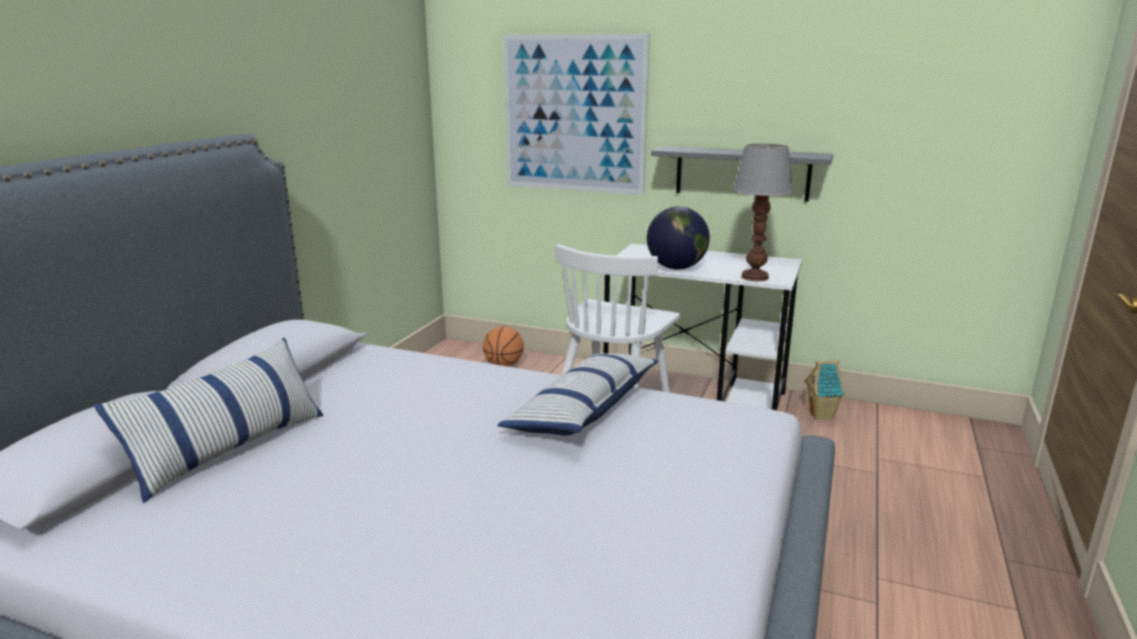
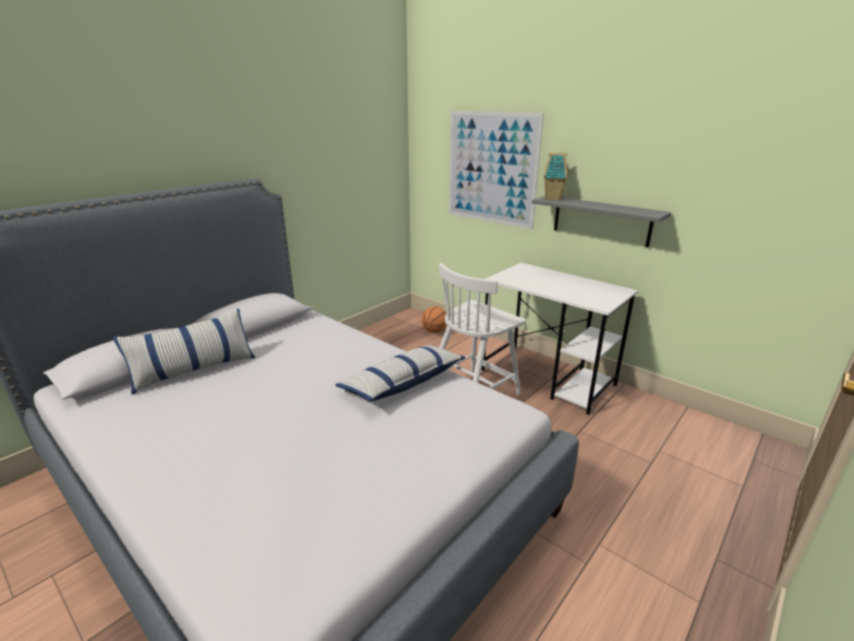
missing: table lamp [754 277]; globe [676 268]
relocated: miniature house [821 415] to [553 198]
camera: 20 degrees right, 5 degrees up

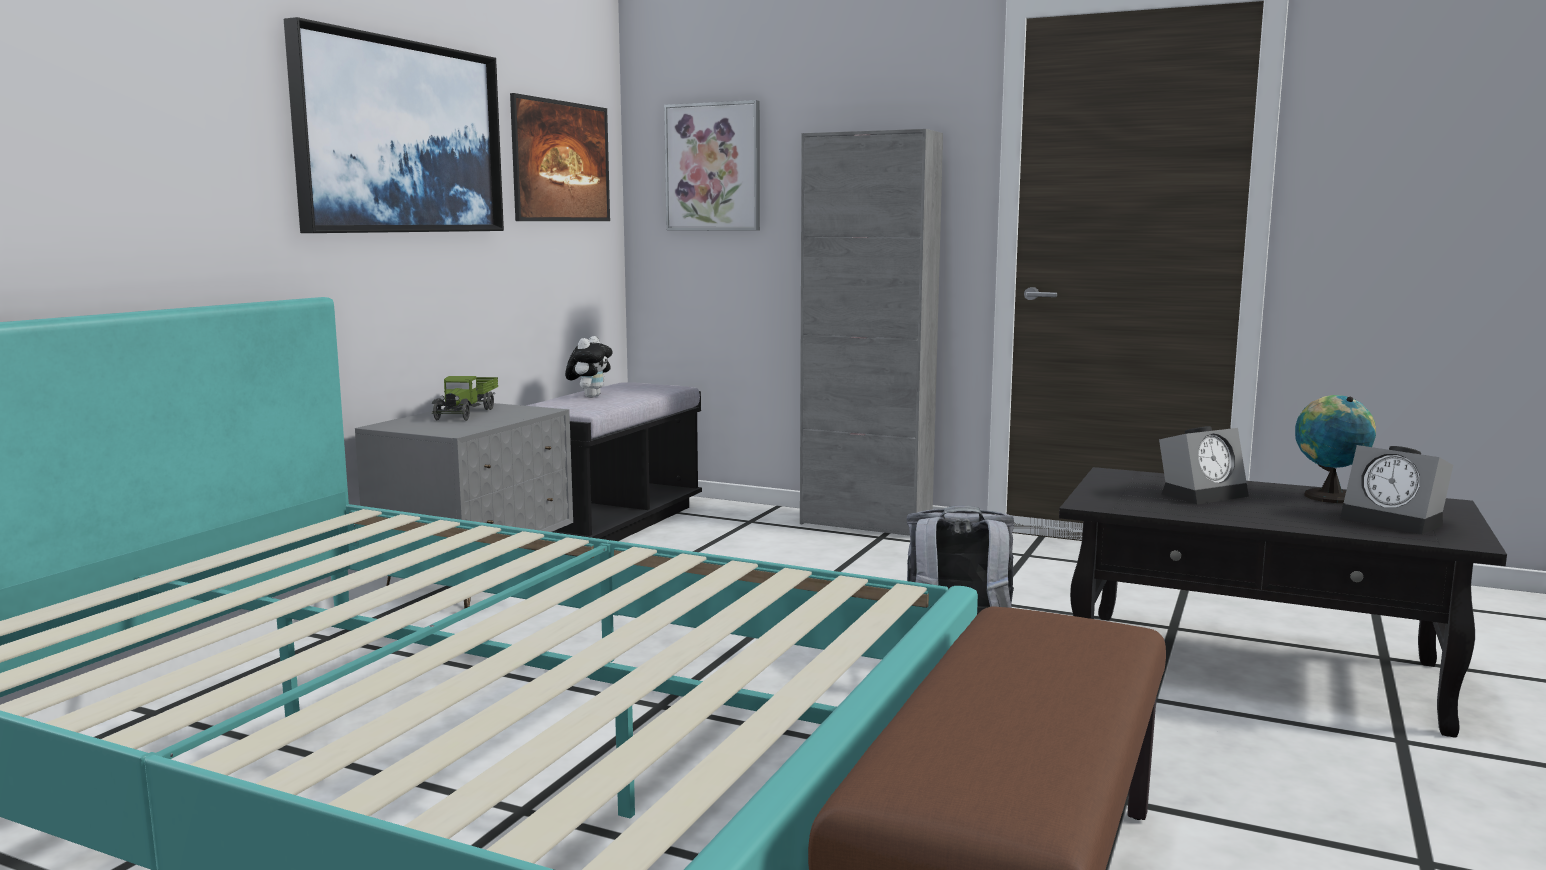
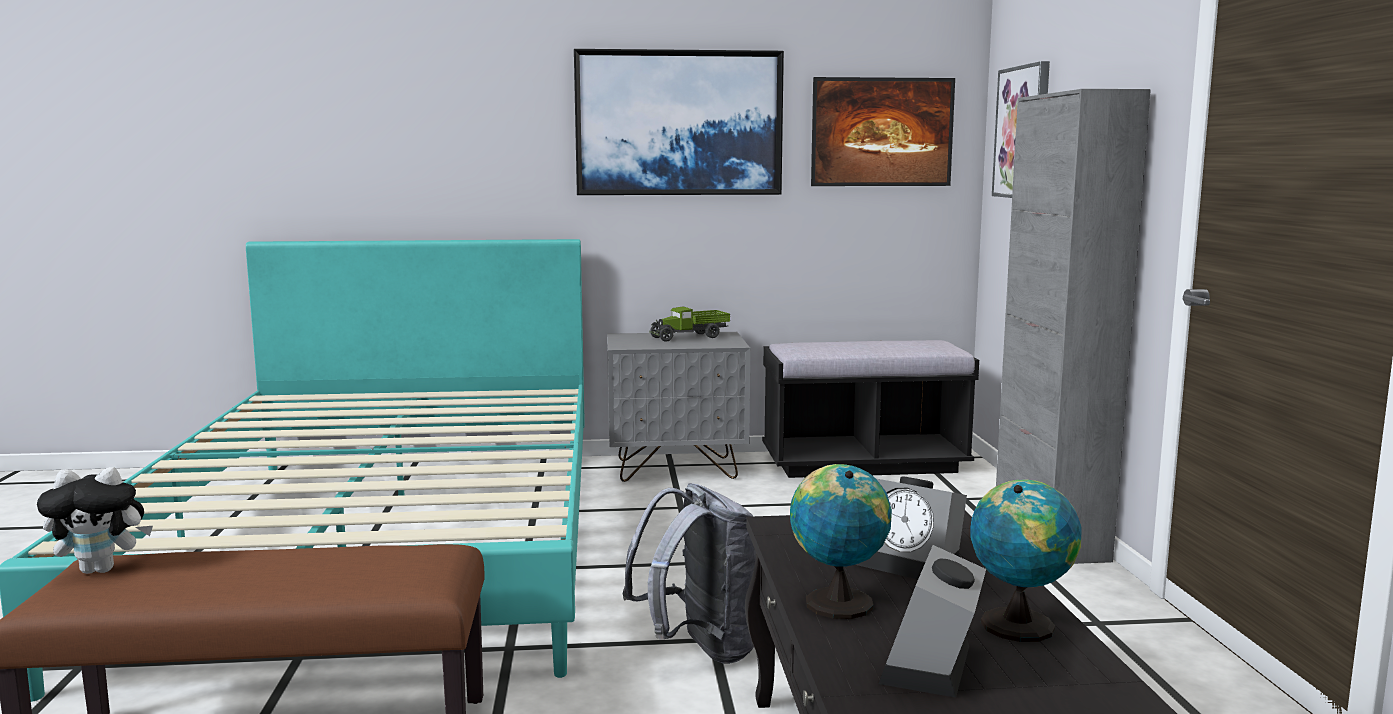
appeared: globe [836 602]
relocated: soft toy [590 396] to [102 569]
camera: 60 degrees right, 0 degrees up

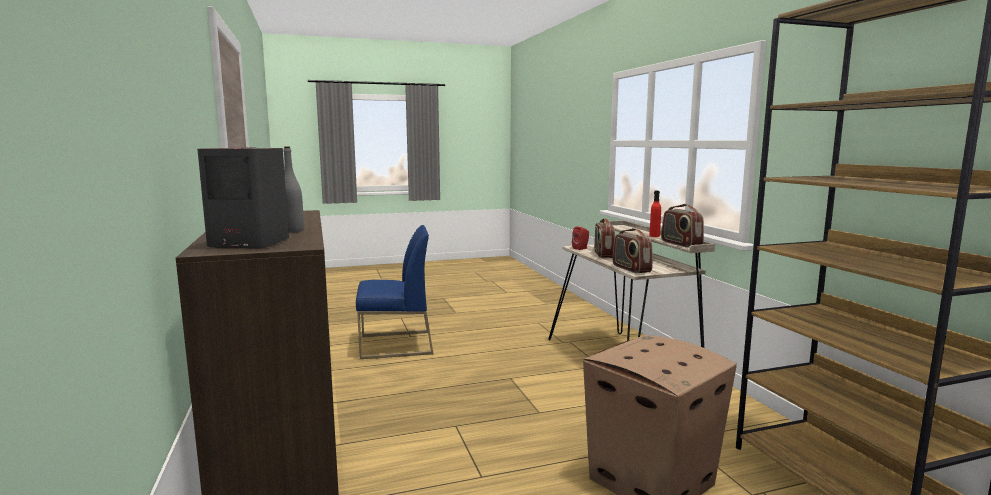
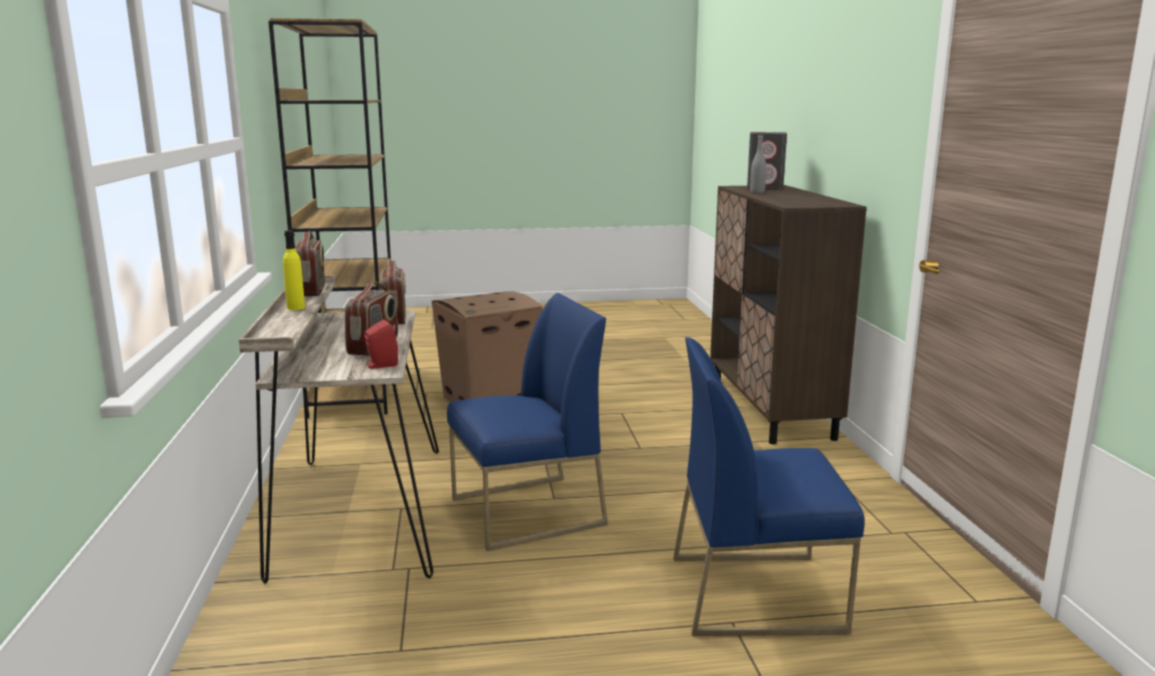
appeared: blue upright chair [526 512]
colour: red drink bottle [654 236] to yellow drink bottle [296 307]
camera: 170 degrees left, 5 degrees up

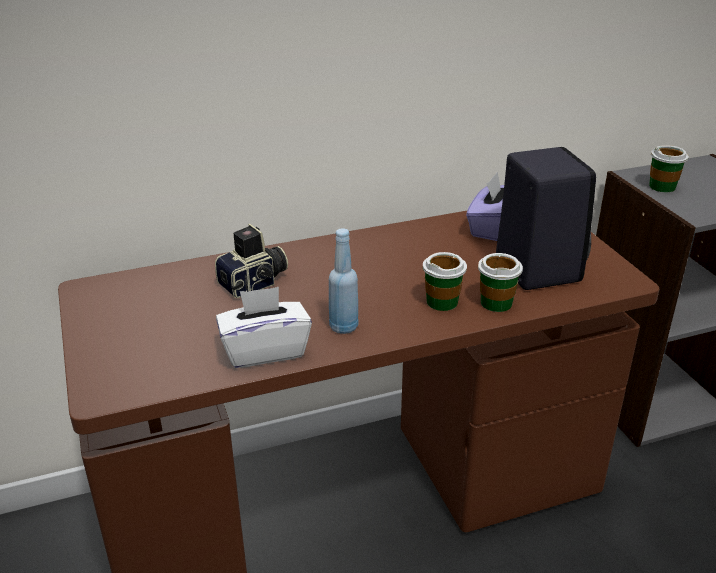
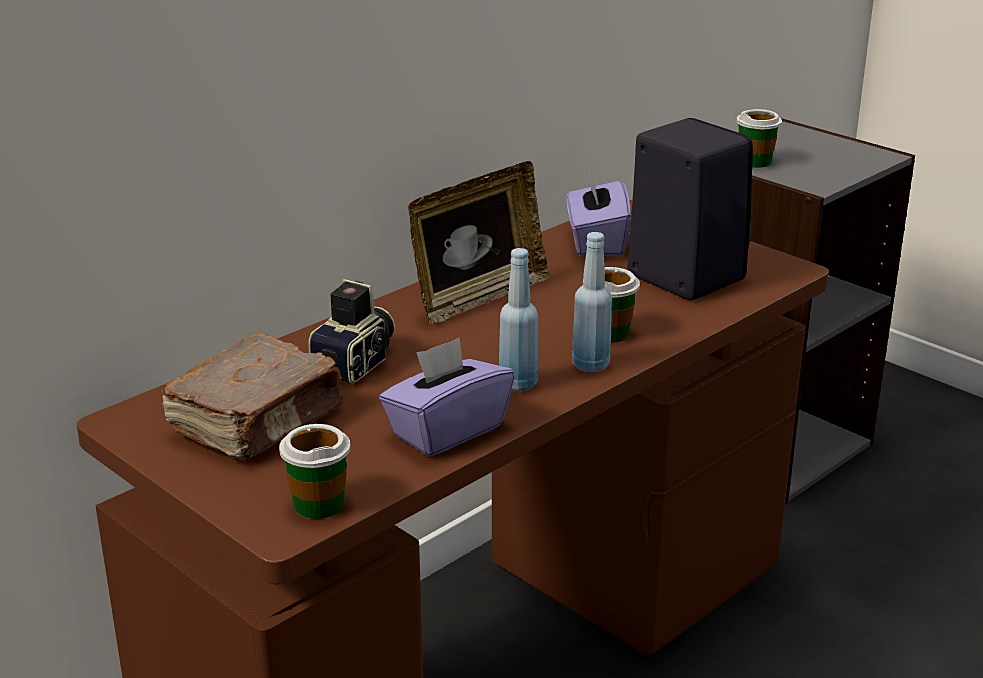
appeared: standing frame [478 298]; blue drink bottle [590 365]; brown-coloured volume [259 421]
relocated: drinking cup [496 303] to [318 504]
colour: white-coloured tissue box [265 350] to purple-coloured tissue box [446 430]
camera: 25 degrees left, 5 degrees down

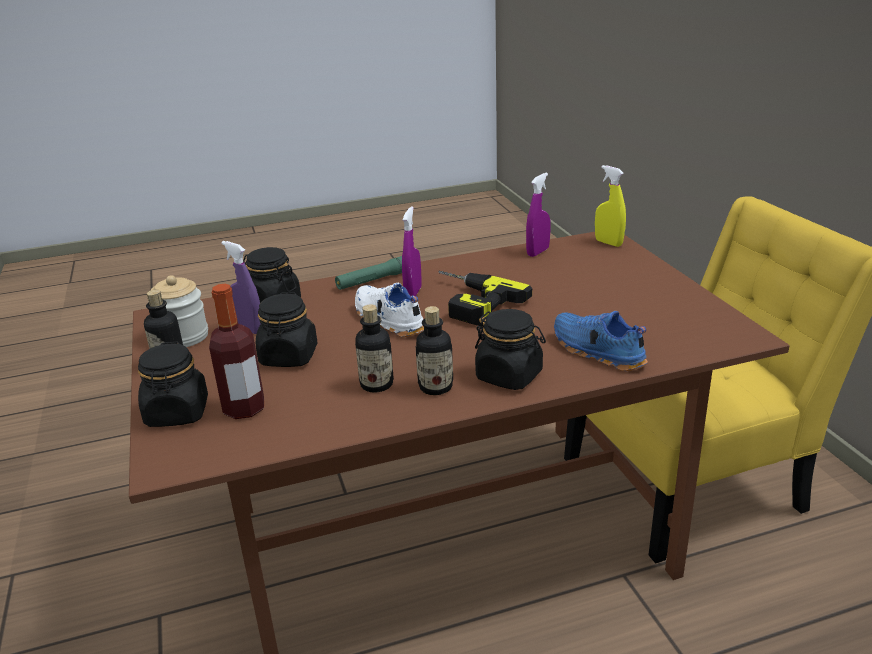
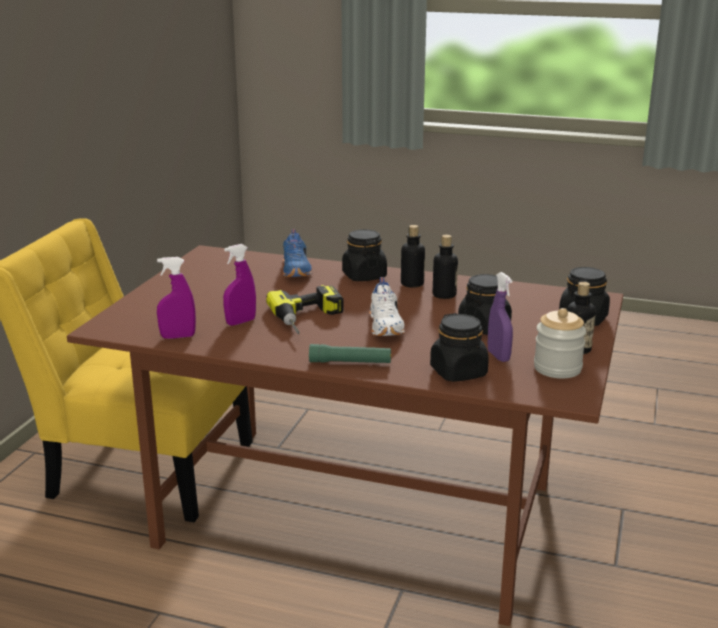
missing: yellow spray bottle [608 243]; drink bottle [244 409]
relocated: purple-coloured spray bottle [413 293] to [240 322]
camera: 145 degrees left, 5 degrees down

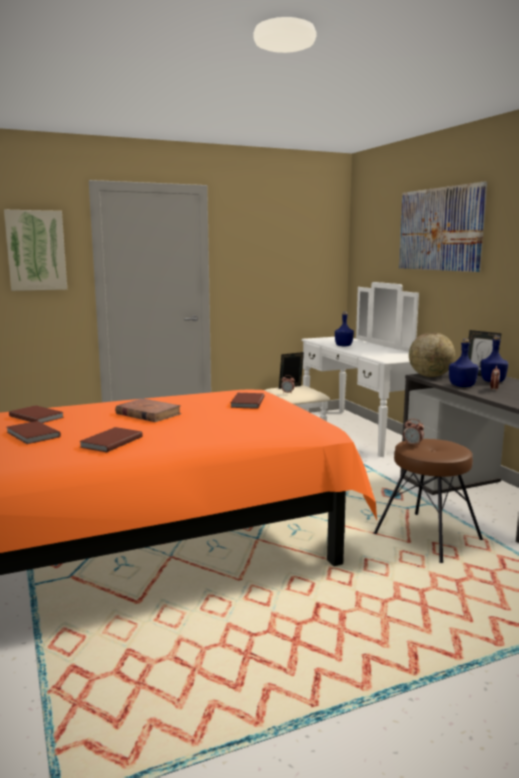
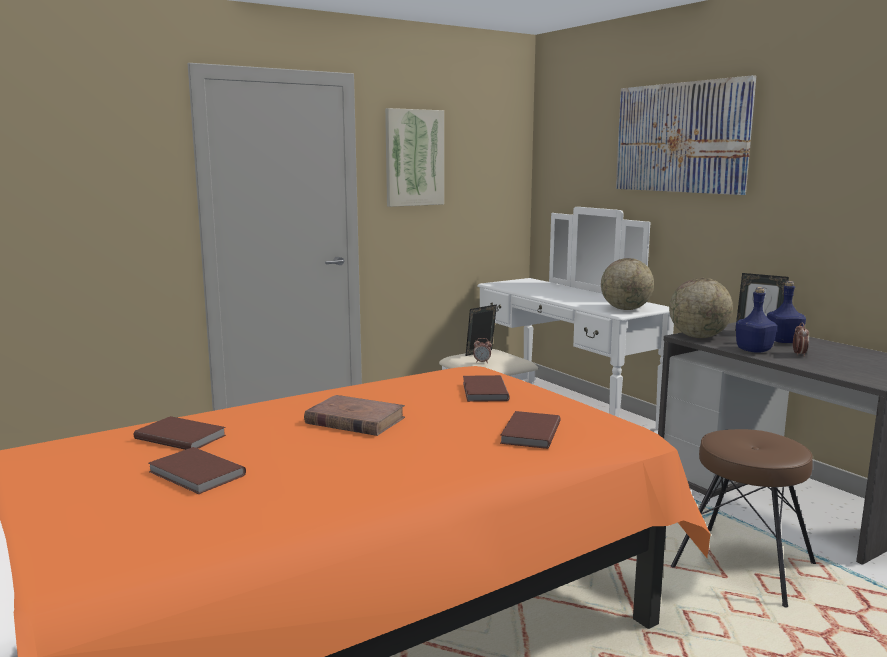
missing: blue drink bottle [343 346]; bedside clock [412 445]
appeared: globe [625 309]
relocated: wall picture [36 250] to [414 158]; brown-coloured volume [110 442] to [529 433]
camera: 10 degrees left, 0 degrees up

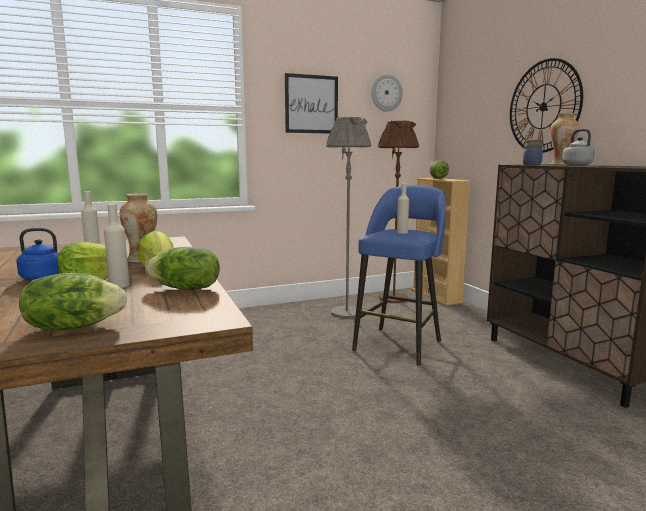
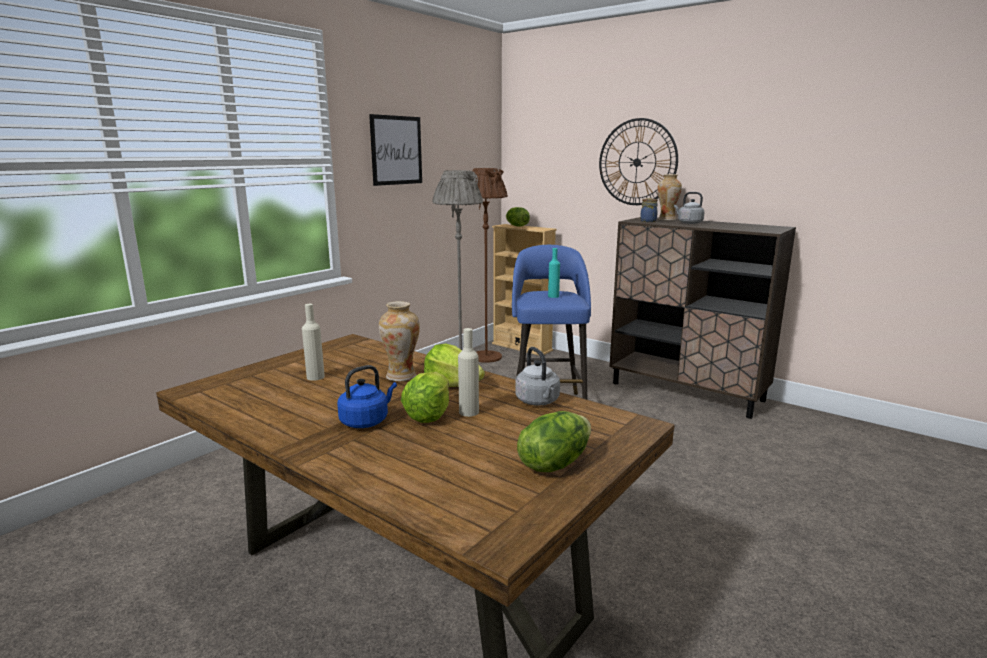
missing: wall clock [386 93]
exchanged: lettuce head [185 289] to grey water kettle [538 401]
colour: sand-coloured drink bottle [402 232] to turquoise-coloured drink bottle [553 296]
camera: 30 degrees left, 5 degrees up

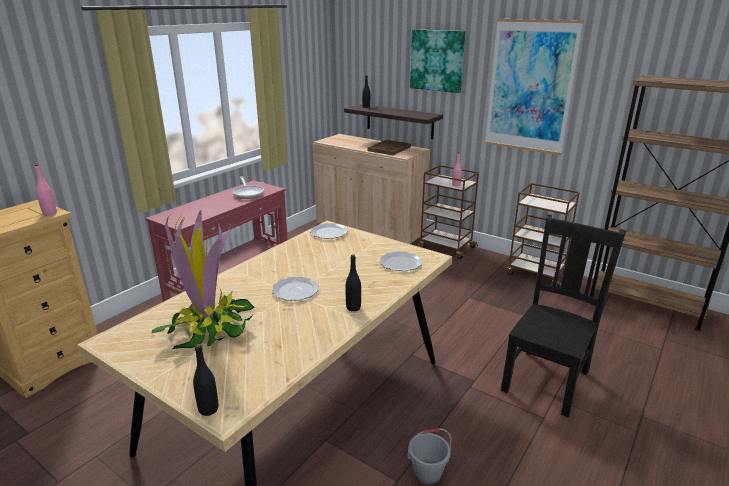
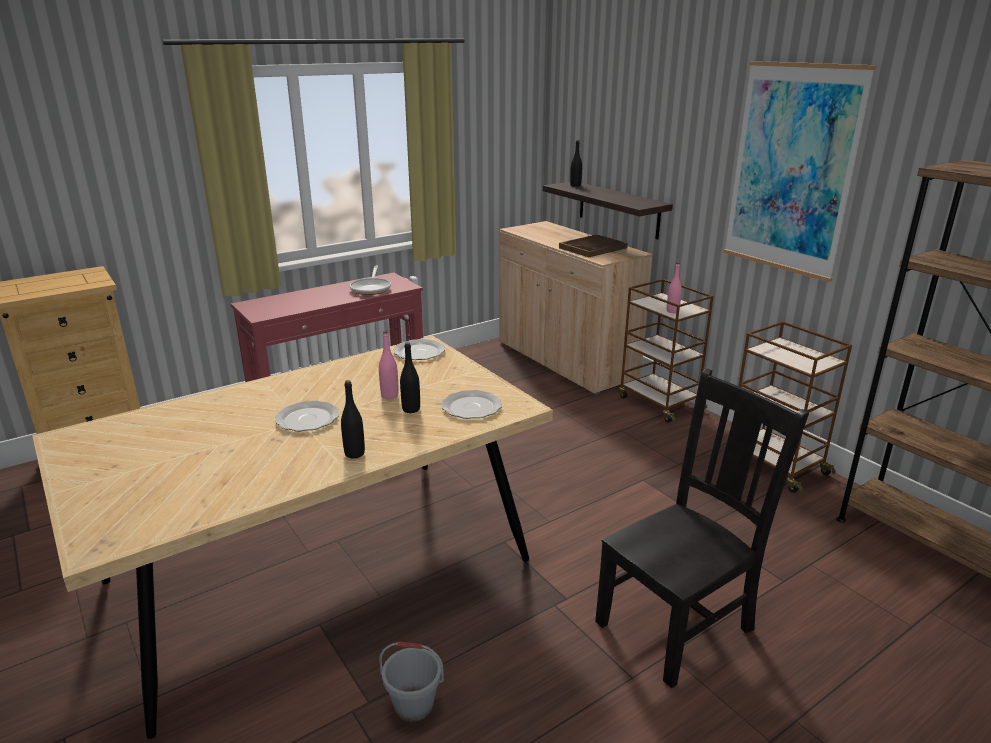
missing: wall picture [437 60]; houseplant [210 328]
relocated: pink-coloured drink bottle [50 213] to [389 396]; black drink bottle [208 409] to [411 409]
camera: 20 degrees right, 0 degrees up

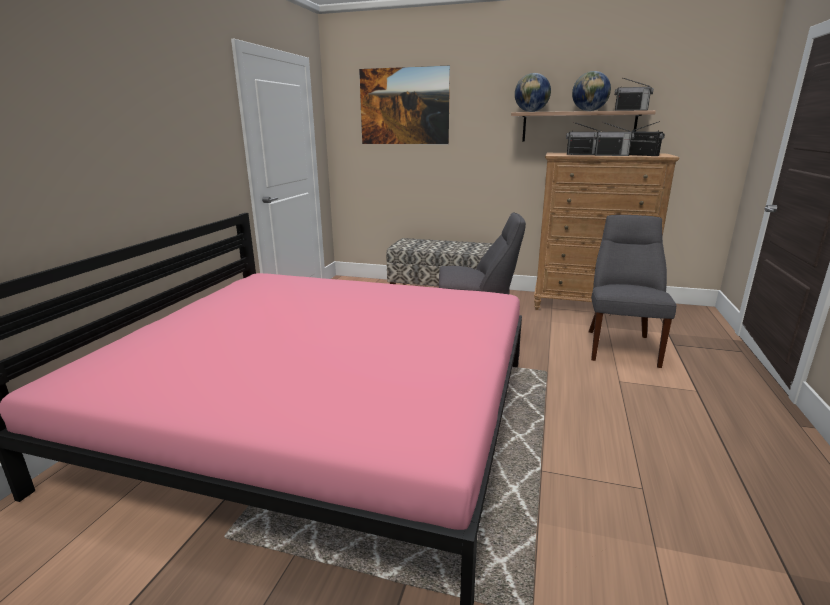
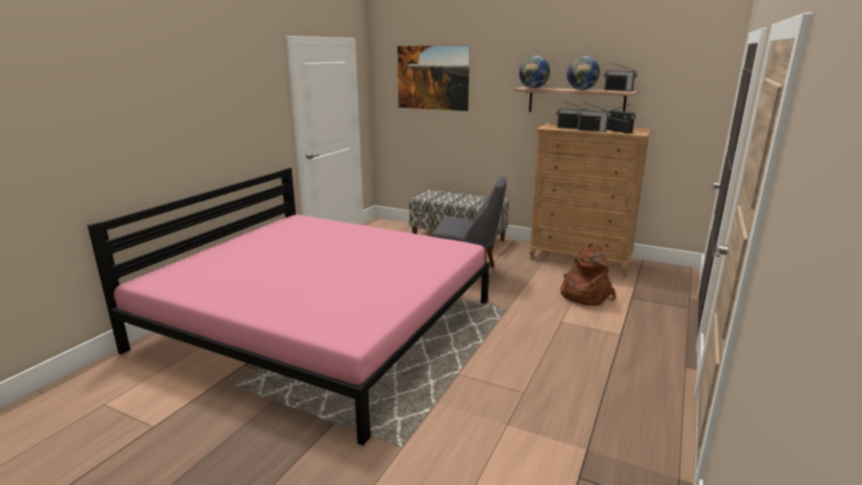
exchanged: grey upright chair [620 346] to brown-coloured backpack [583 295]
camera: 10 degrees right, 0 degrees up

